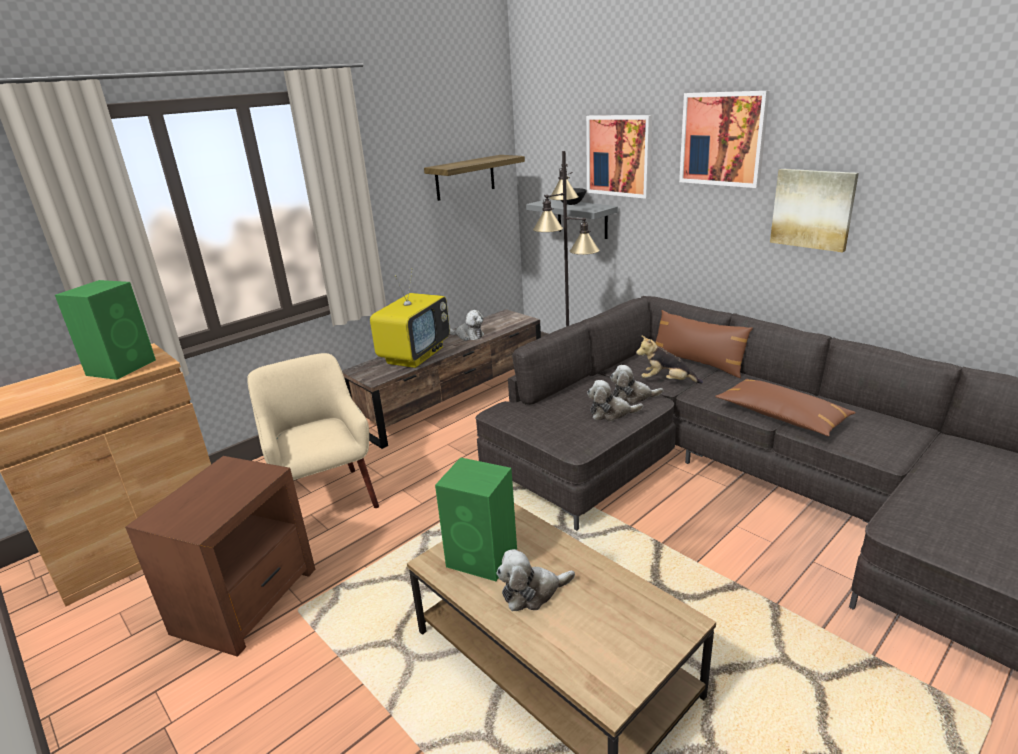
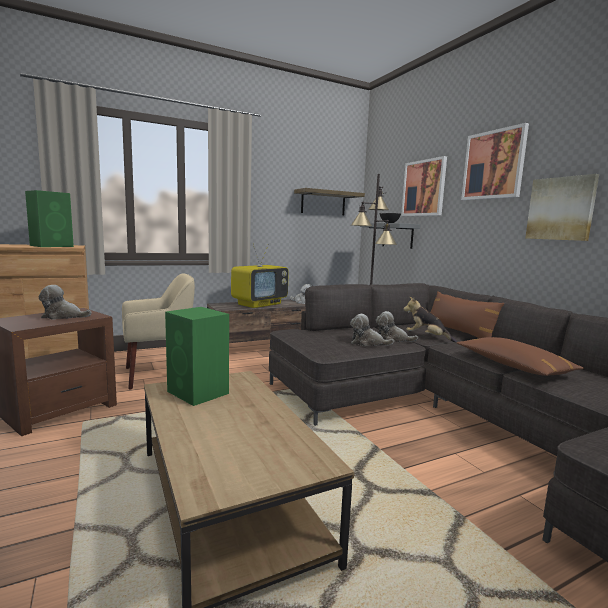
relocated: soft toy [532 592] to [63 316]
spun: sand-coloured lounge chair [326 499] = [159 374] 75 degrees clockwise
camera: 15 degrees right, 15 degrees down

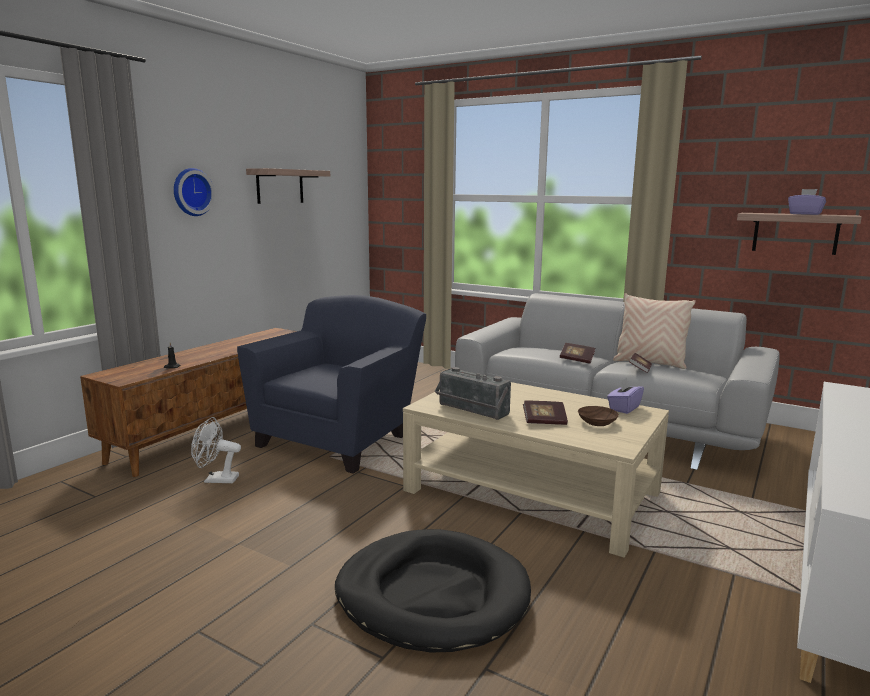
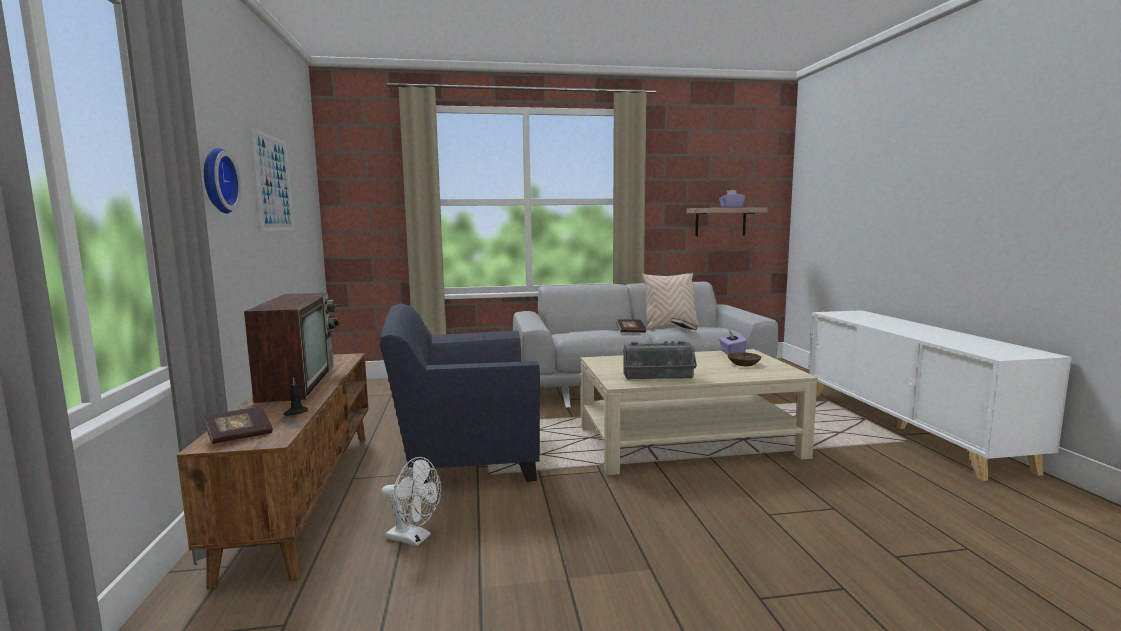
missing: black dog cushion [432 595]
appeared: television [298 381]
relocated: volume [544 421] to [239 436]
exchanged: shelf [280 186] to wall picture [273 183]
spun: blue lounge chair [339 439] = [464 457] 90 degrees counterclockwise; white-coloured cooling fan [216 480] = [414 538] 120 degrees counterclockwise
camera: 40 degrees left, 5 degrees down

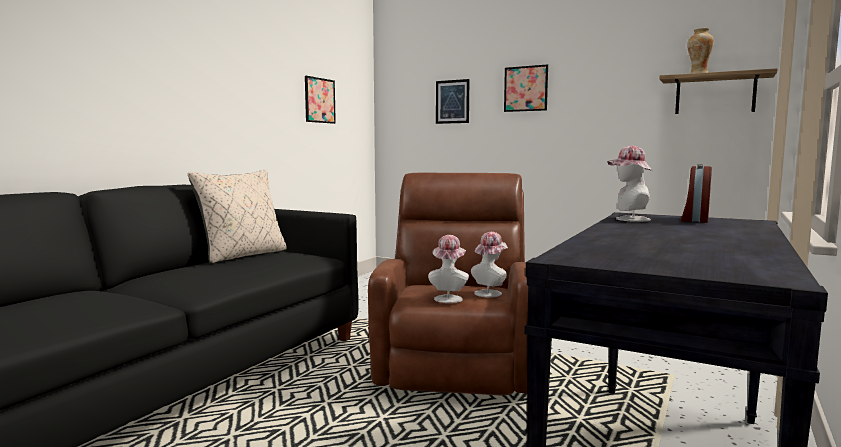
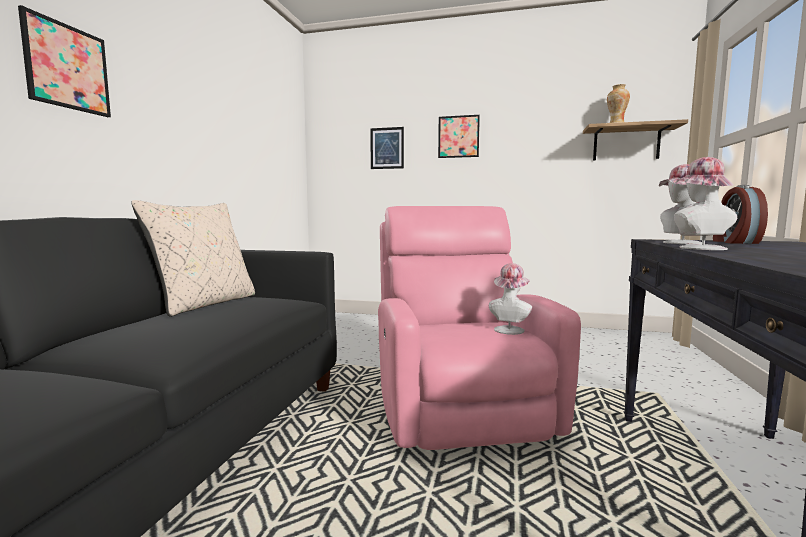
relocated: wall picture [319 100] to [67 67]; wearable hat [448 298] to [698 247]
colour: brown-coloured lounge chair [456 366] to pink-coloured lounge chair [460 408]
camera: 15 degrees left, 0 degrees up

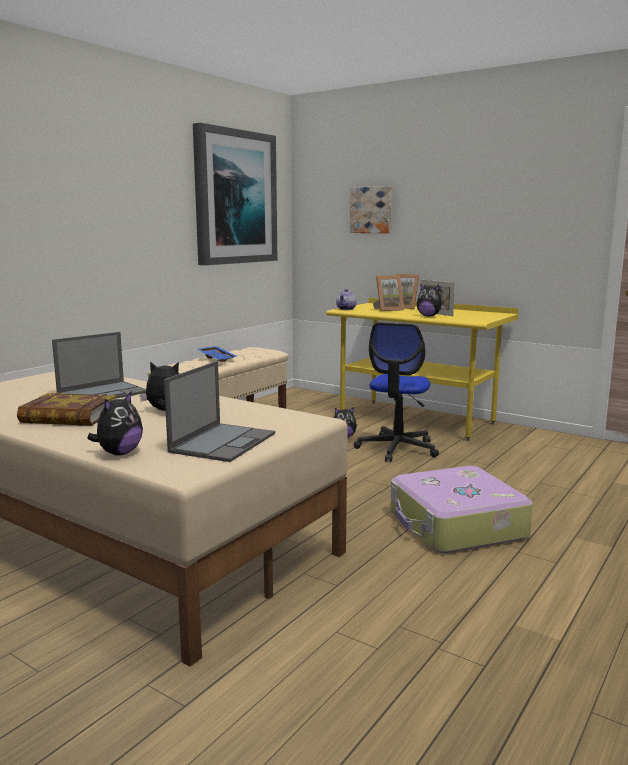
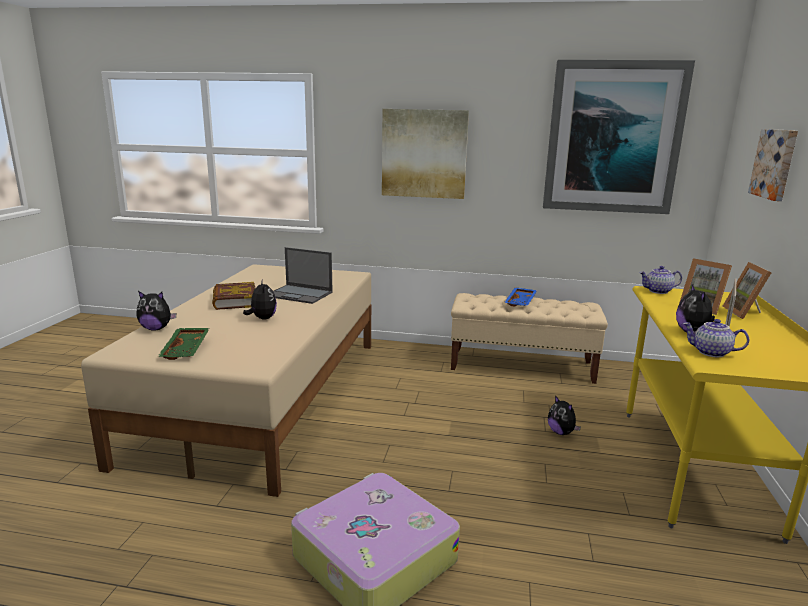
missing: desk chair [397 448]
appeared: wall picture [424 154]; teapot [710 353]
exchanged: laptop [223 442] to green carrying tray [187 349]
camera: 65 degrees right, 5 degrees up

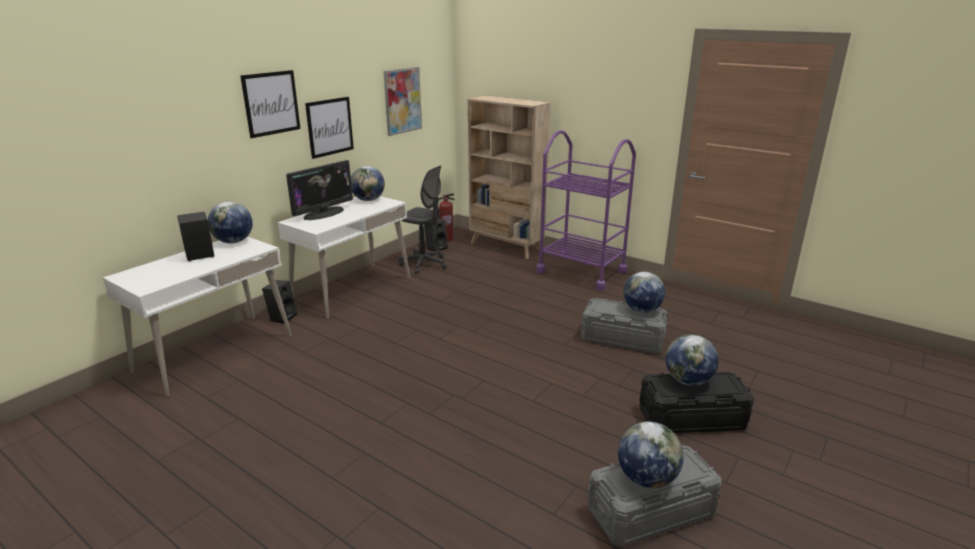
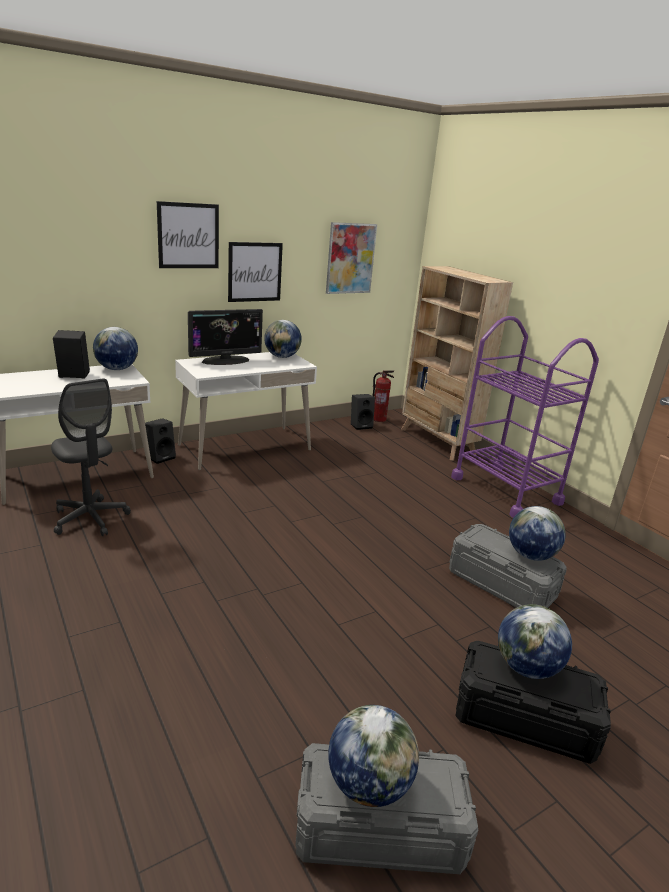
relocated: grey desk chair [424 264] to [90 518]
camera: 20 degrees right, 0 degrees up

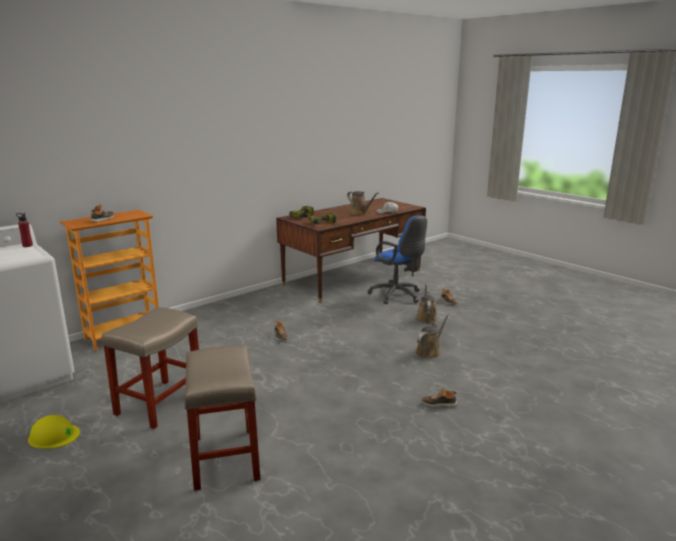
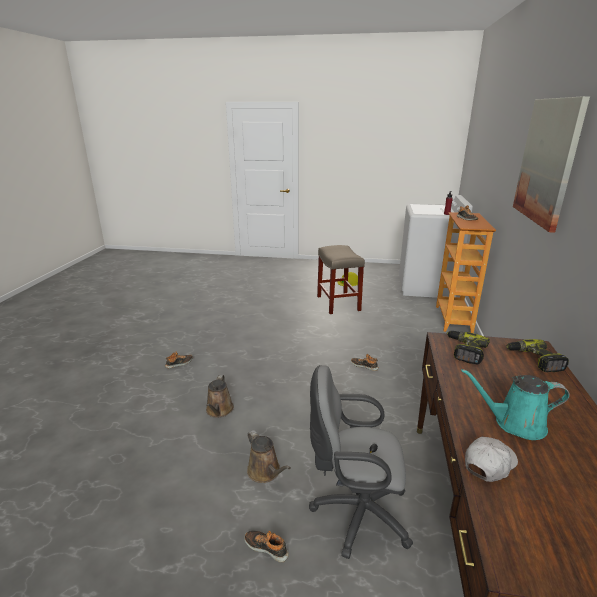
missing: sand-coloured stool [225 457]
appeared: wall picture [548 161]
colour: brown-coloured sprinkling can [359 213] to turquoise-coloured sprinkling can [514 423]; blue desk chair [398 296] to grey desk chair [355 513]
camera: 140 degrees right, 5 degrees up

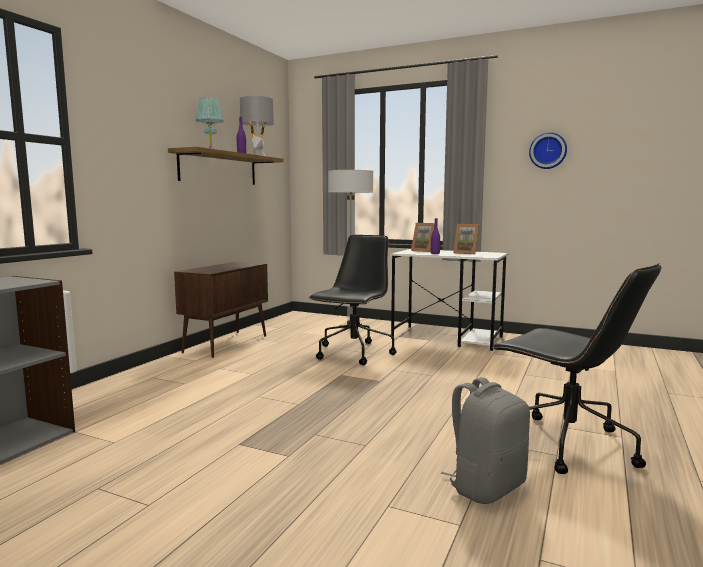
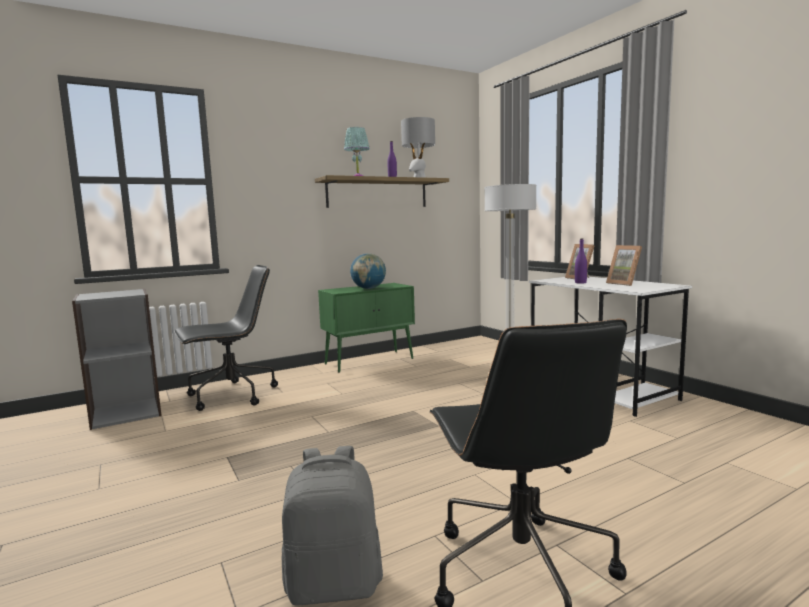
missing: wall clock [548 151]
appeared: globe [368 288]
relocated: black desk chair [353 353] to [230 396]
colour: brown-coloured cabinet [226 344] to green cabinet [370 361]
camera: 35 degrees right, 0 degrees up

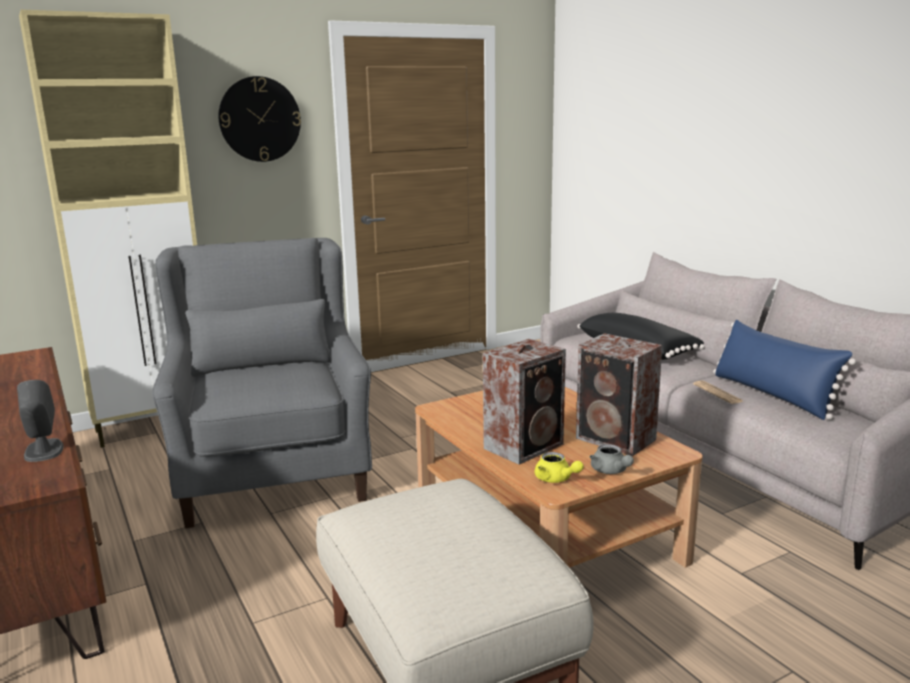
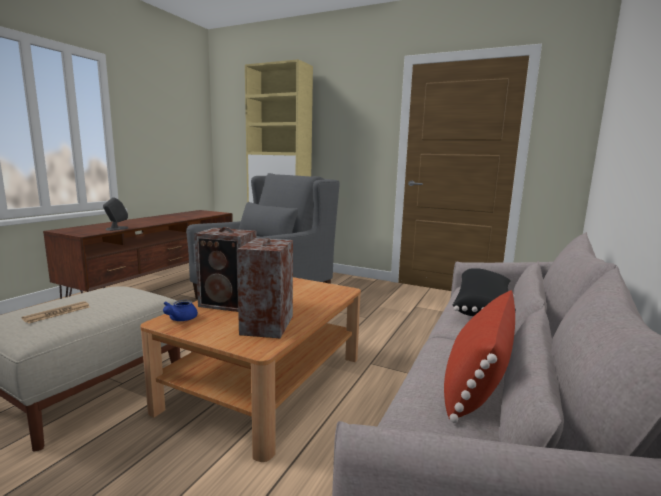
missing: wall clock [260 119]; grey teapot [611 471]
relocated: printed paper [717 393] to [57 313]
colour: blue pillow [772 395] to red pillow [478 378]; yellow teapot [556 479] to blue teapot [180 319]
camera: 55 degrees right, 5 degrees down

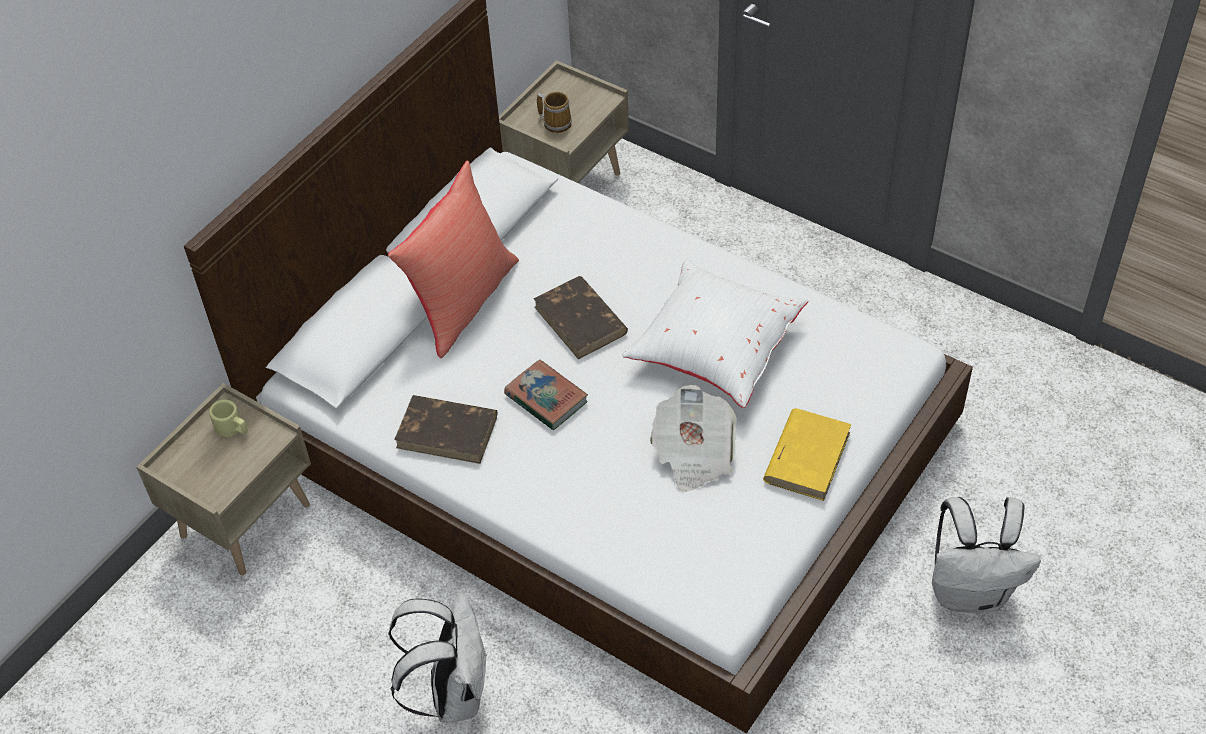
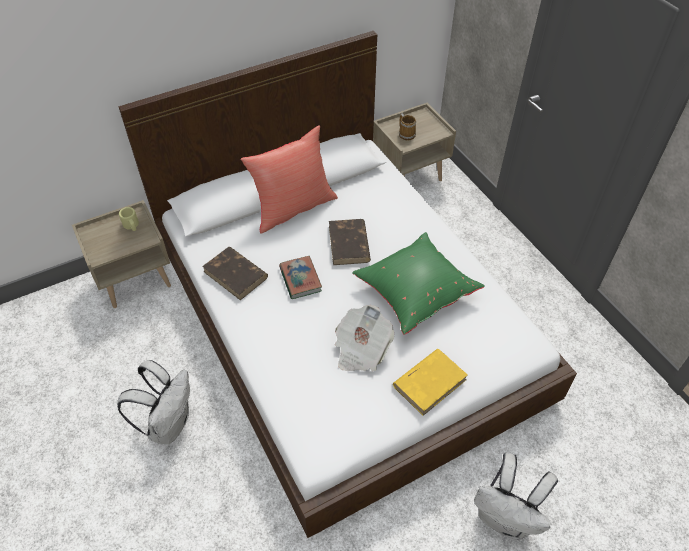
colour: white-coloured pillow [714 349] to green pillow [414 292]
camera: 25 degrees right, 0 degrees up

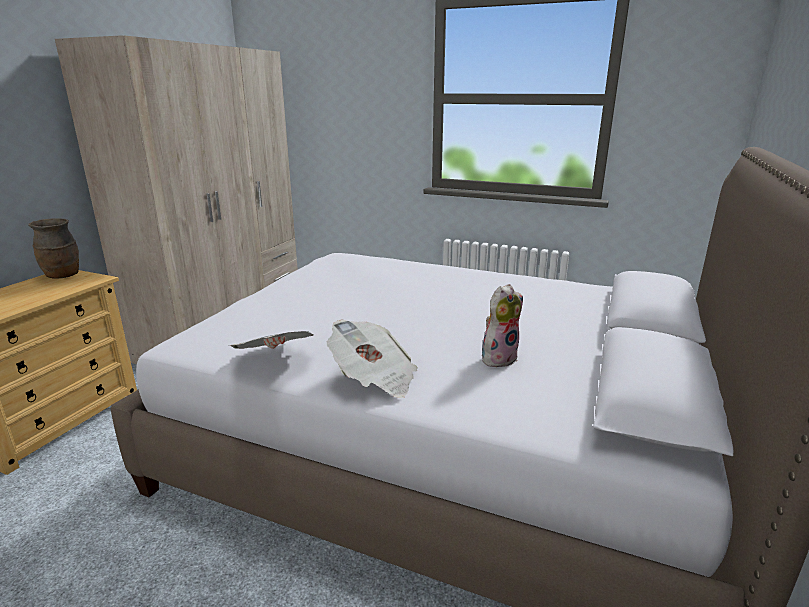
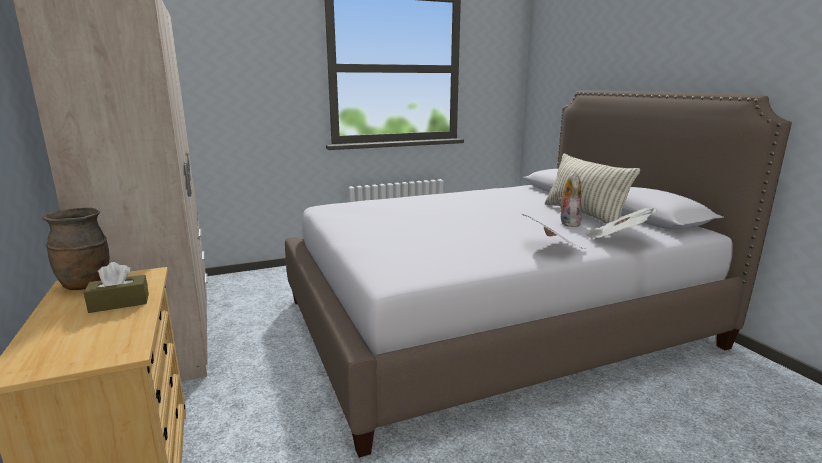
appeared: pillow [583 215]; brown-coloured tissue box [119 303]
relocated: printed paper [274 360] to [615 239]
camera: 45 degrees left, 5 degrees down

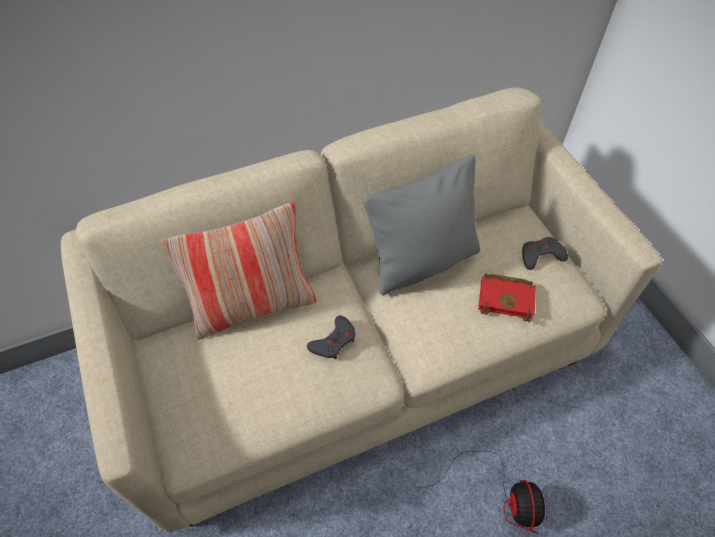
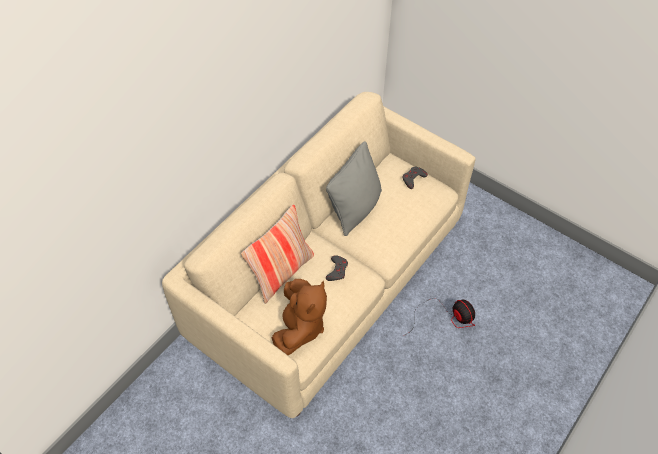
missing: red volume [507 298]
appeared: brown-coloured soft toy [299 327]
camera: 30 degrees left, 0 degrees up

